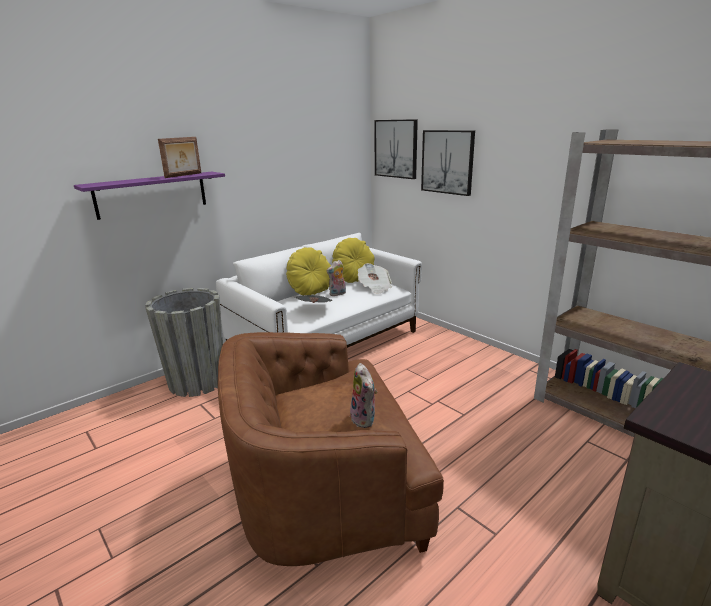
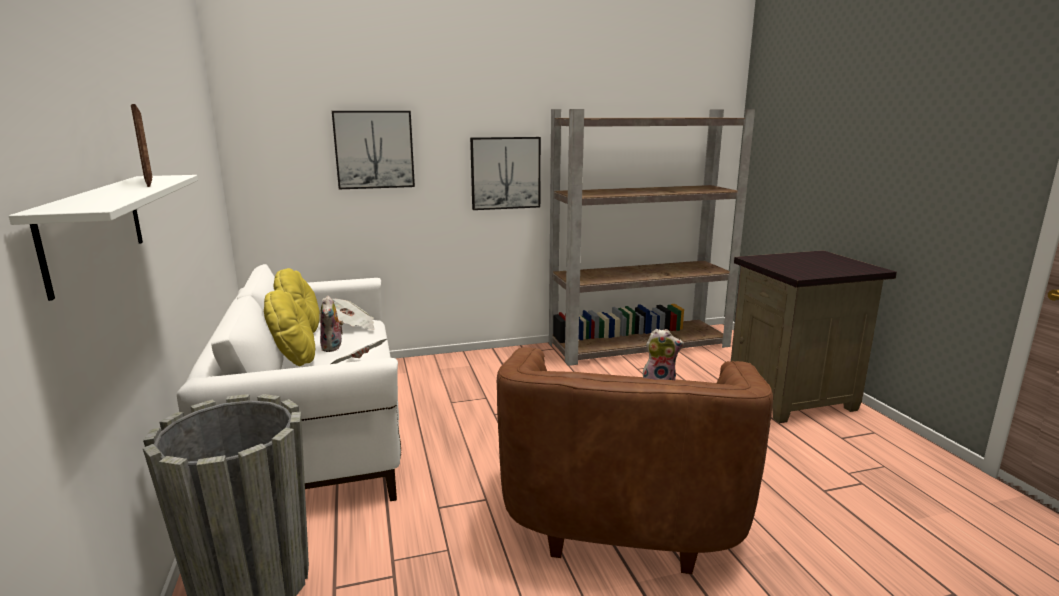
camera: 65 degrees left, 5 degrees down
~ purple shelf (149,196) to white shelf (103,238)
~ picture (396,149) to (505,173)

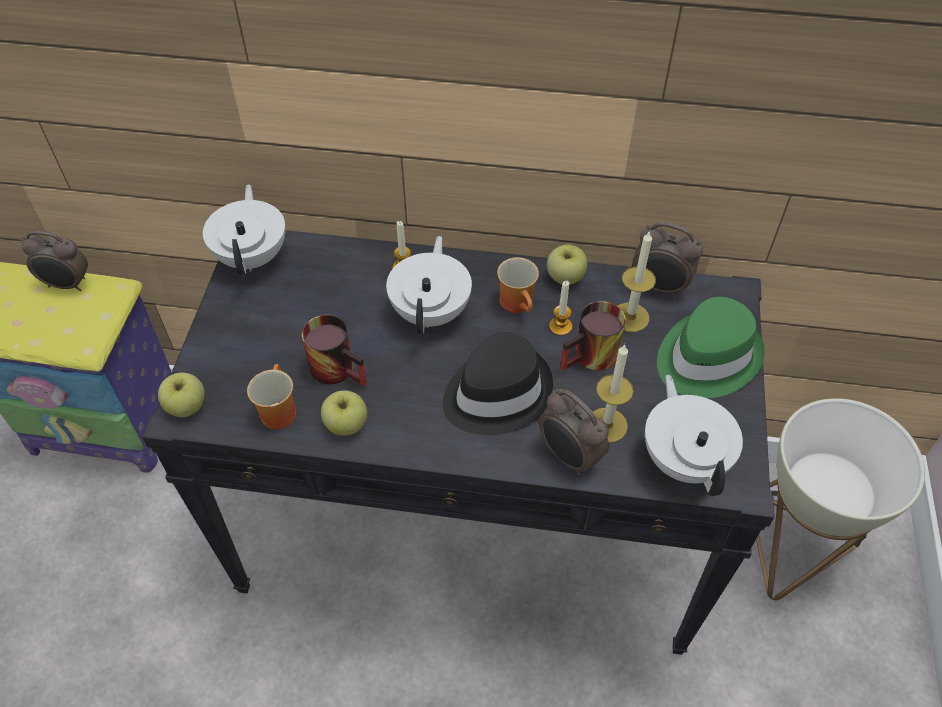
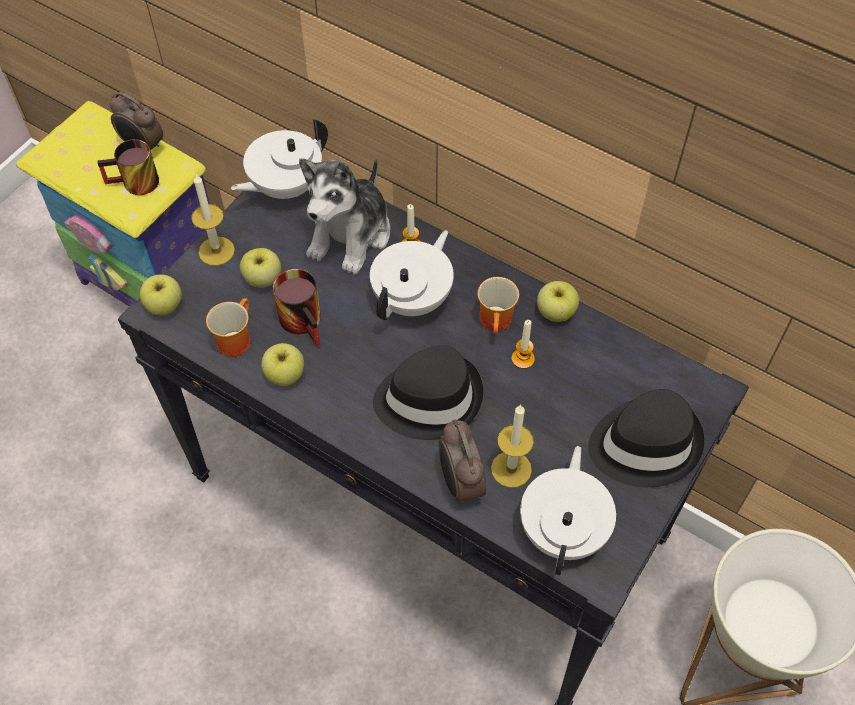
camera: 25 degrees right, 5 degrees up
~ mug (593,336) to (128,167)
~ candle (637,281) to (213,220)
~ white teapot (244,230) = (279,159) 150 degrees counterclockwise
+ apple (260,268)
+ plush toy (344,216)
~ green hat (711,347) to black hat (646,438)
- alarm clock (667,260)

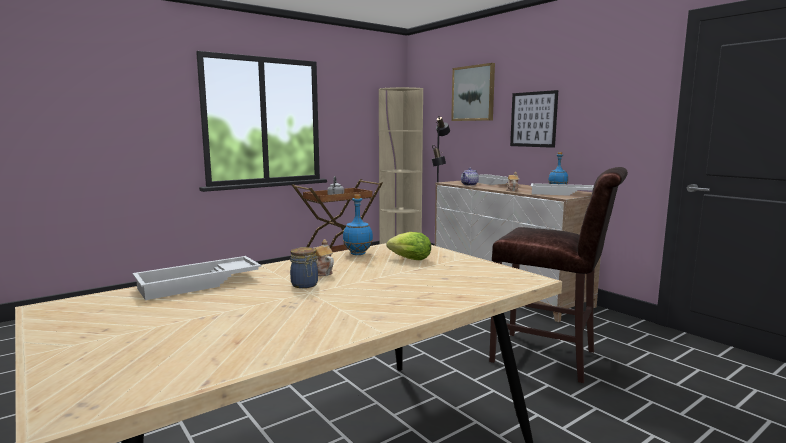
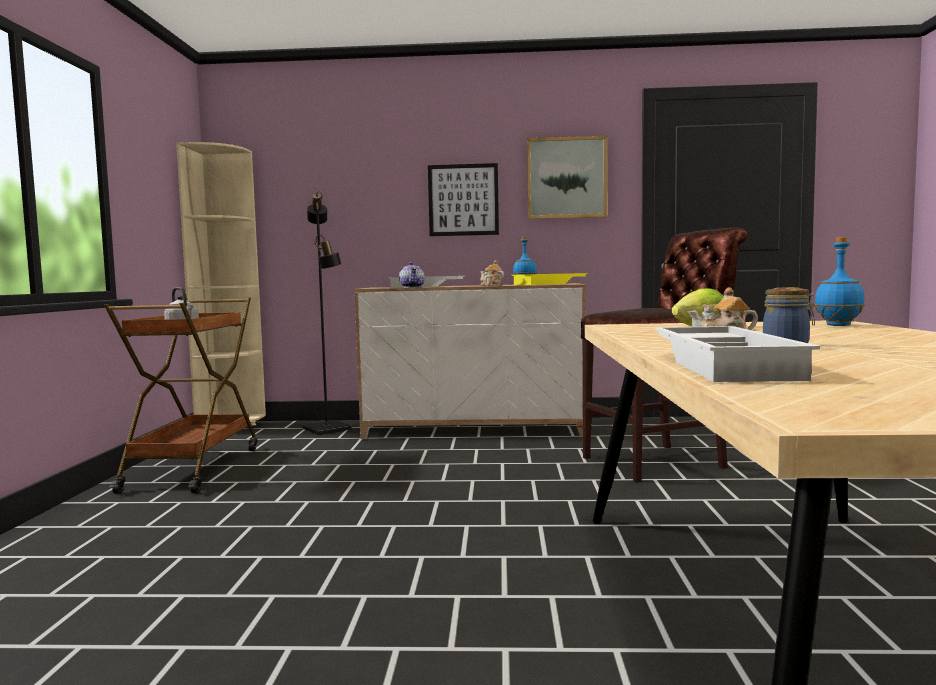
camera: 50 degrees left, 5 degrees down
~ white tray (562,189) to yellow tray (549,279)
~ picture (473,92) to (567,177)
~ blue bottle (358,224) to (840,281)

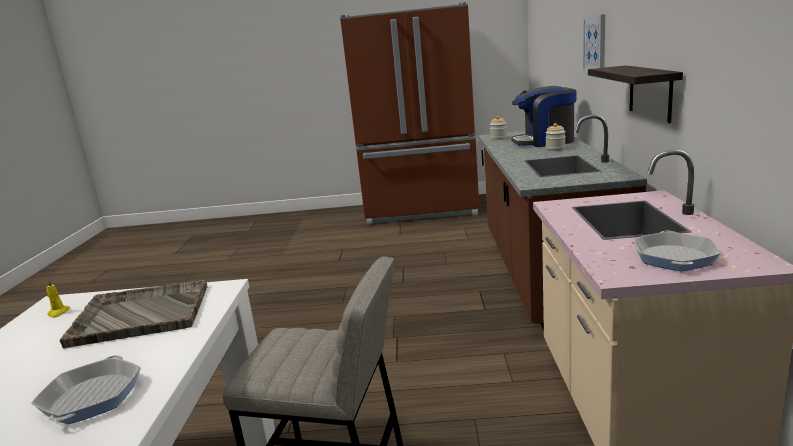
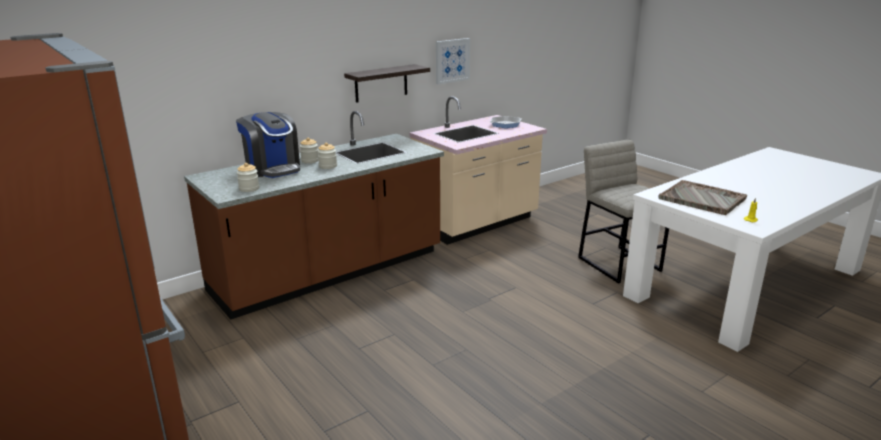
camera: 130 degrees left, 5 degrees up
+ jar (327,156)
~ picture (594,43) to (453,61)
- frying pan (86,389)

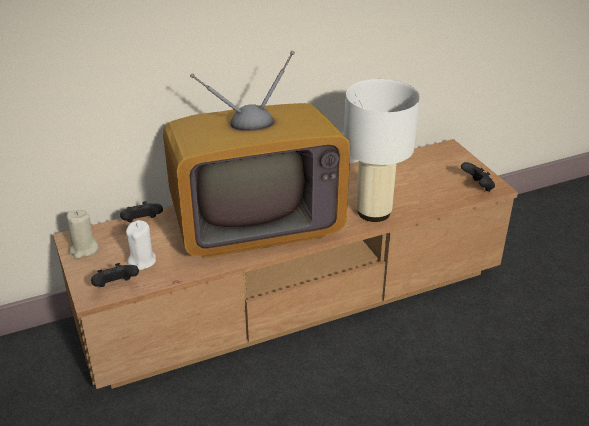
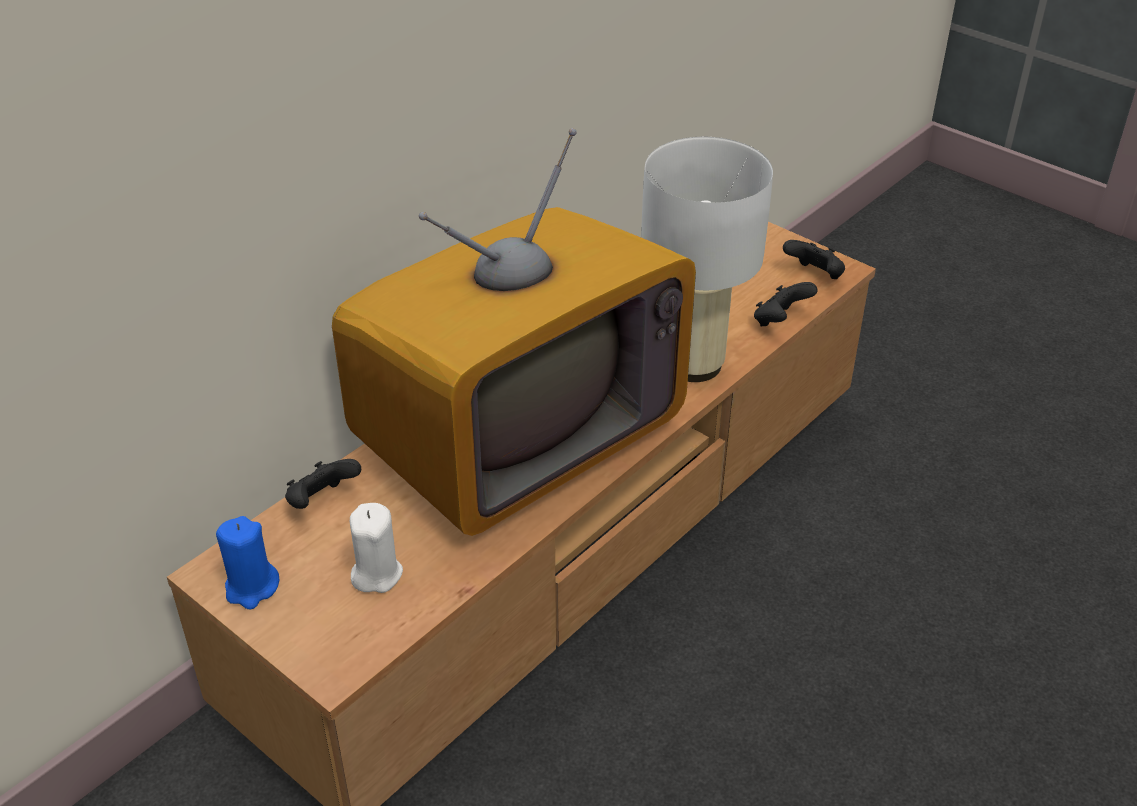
camera: 25 degrees left, 5 degrees up
~ beige candle (83,234) to blue candle (247,563)
~ black game controller (115,275) to (786,304)

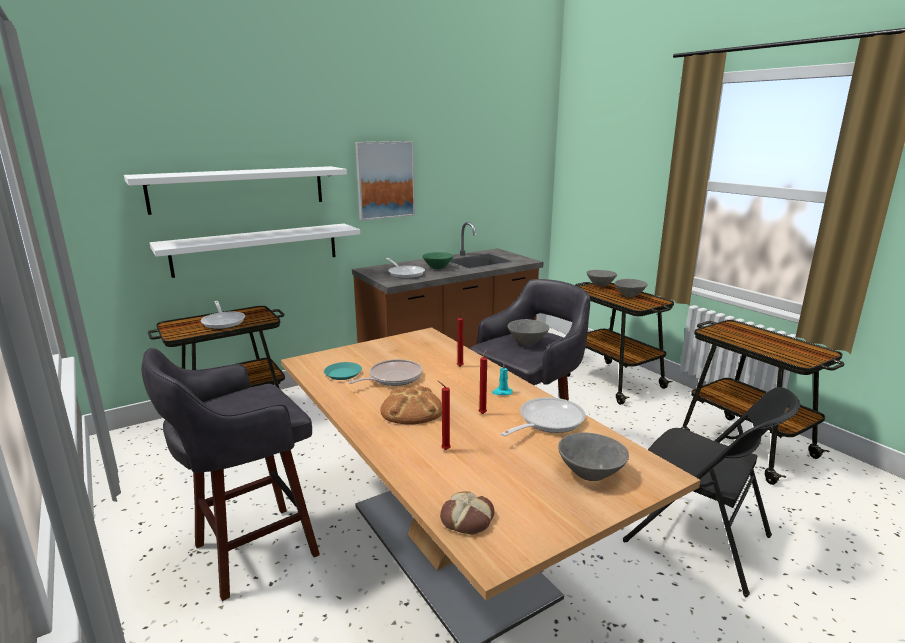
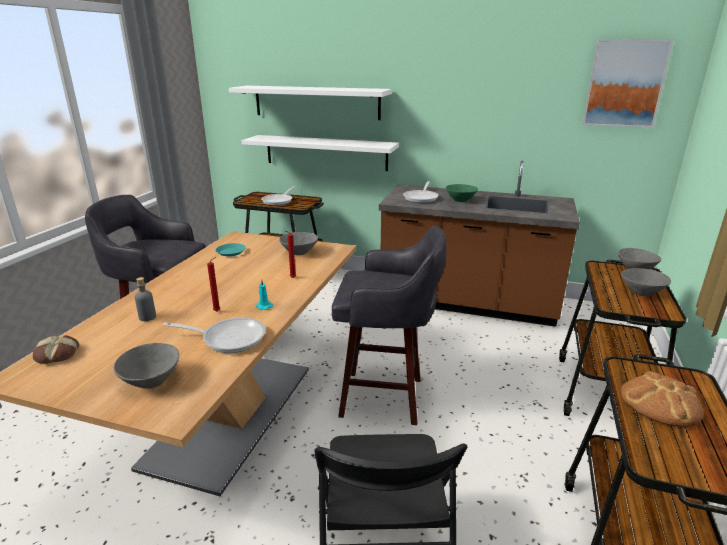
camera: 50 degrees right, 5 degrees up
~ red candle (444,415) to grey bottle (145,299)
~ grey bowl (529,332) to (298,243)
~ picture (385,181) to (628,83)
~ bread (411,405) to (662,399)
- frying pan (385,372)

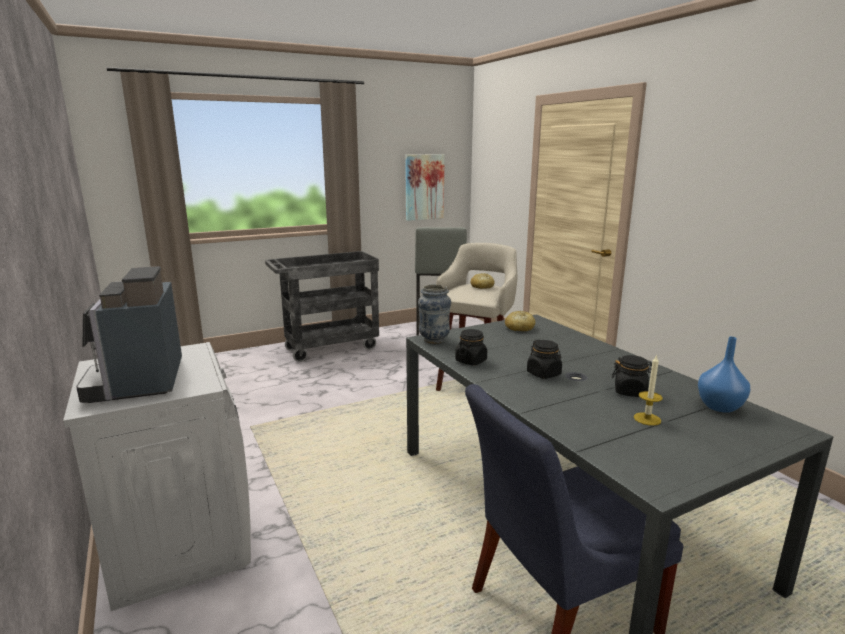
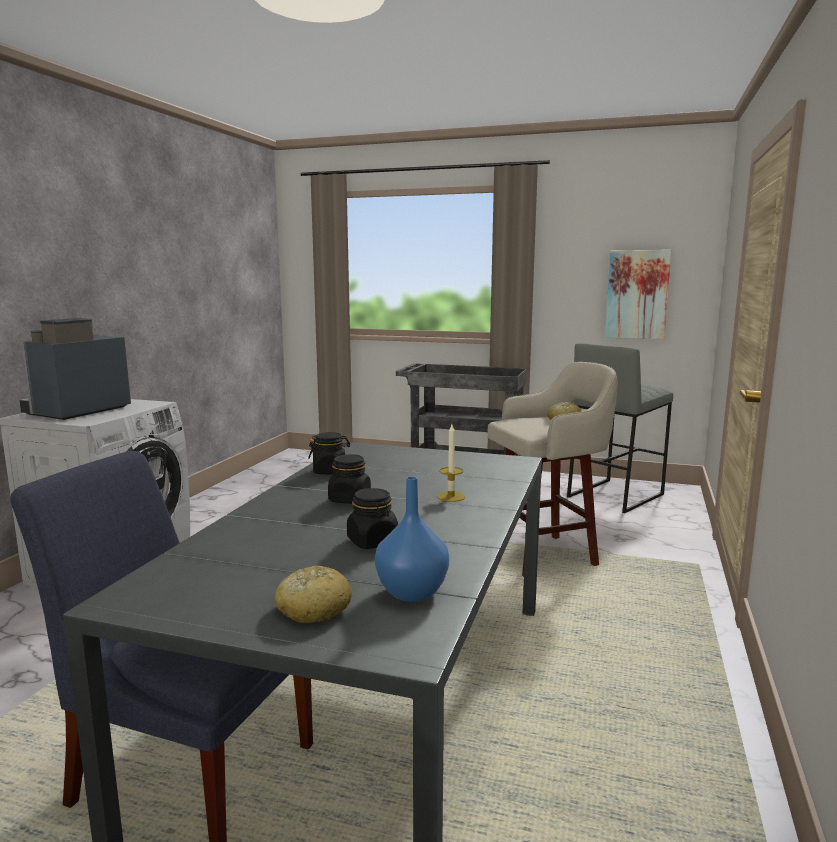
camera: 45 degrees right, 5 degrees down
~ bread (520,321) to (313,594)
~ candle (648,390) to (451,463)
- vase (434,314)

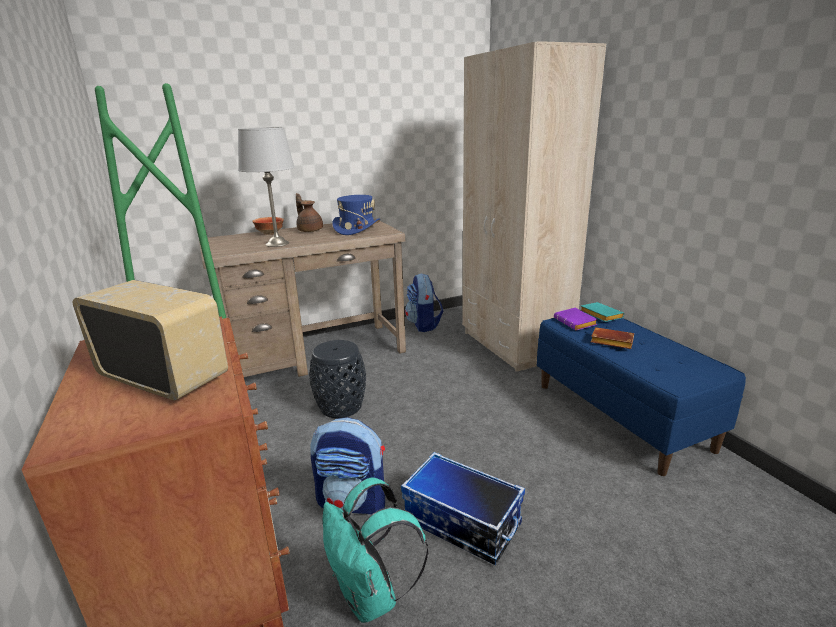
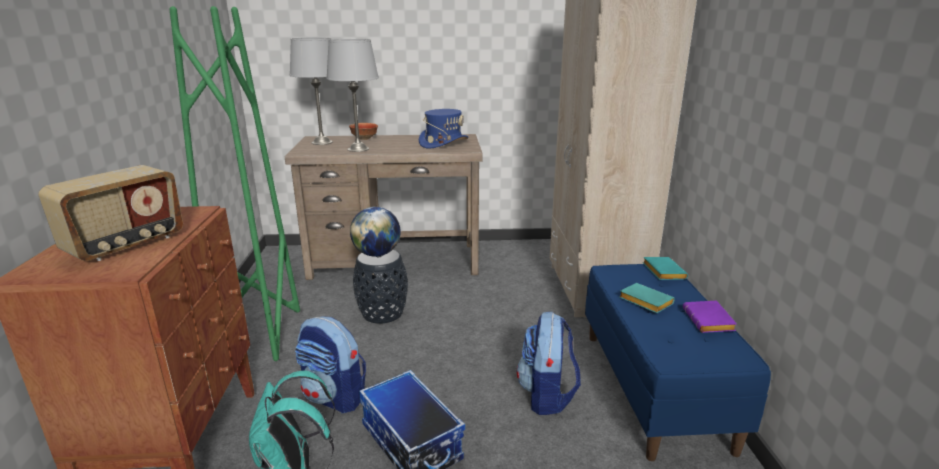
camera: 20 degrees right, 0 degrees up
~ radio (150,340) = (110,213) 75 degrees clockwise
+ grey table lamp (311,91)
+ globe (375,232)
~ backpack (424,302) to (549,363)
~ brown book (612,338) to turquoise book (647,298)
~ purple book (576,319) to (710,317)
- brown teapot (309,212)

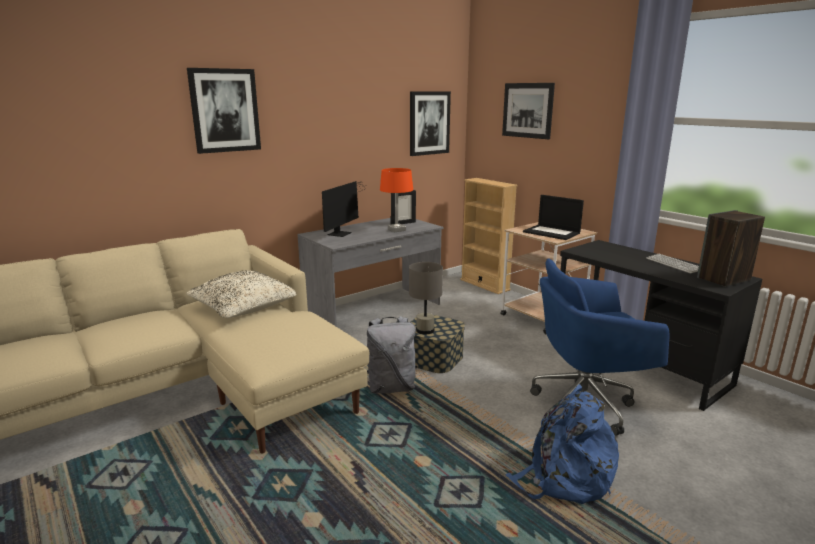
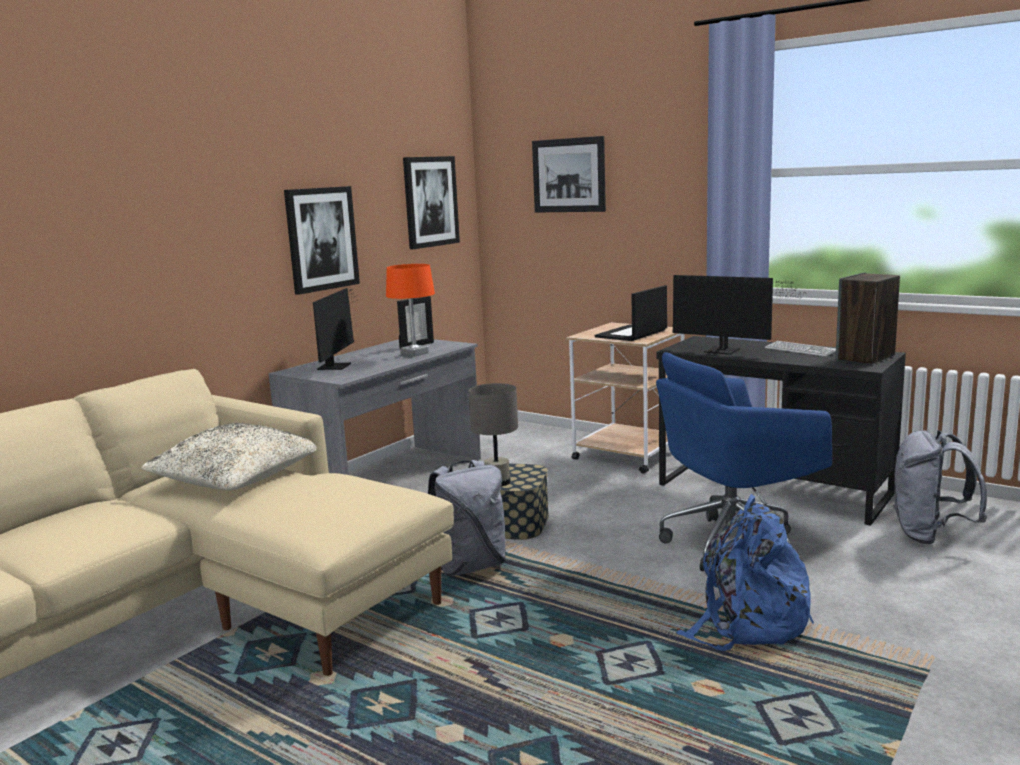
camera: 15 degrees left, 5 degrees down
~ picture (224,111) to (322,240)
~ laptop (553,217) = (631,313) 105 degrees clockwise
+ monitor (740,315)
+ grey backpack (940,487)
- beige bookcase (488,236)

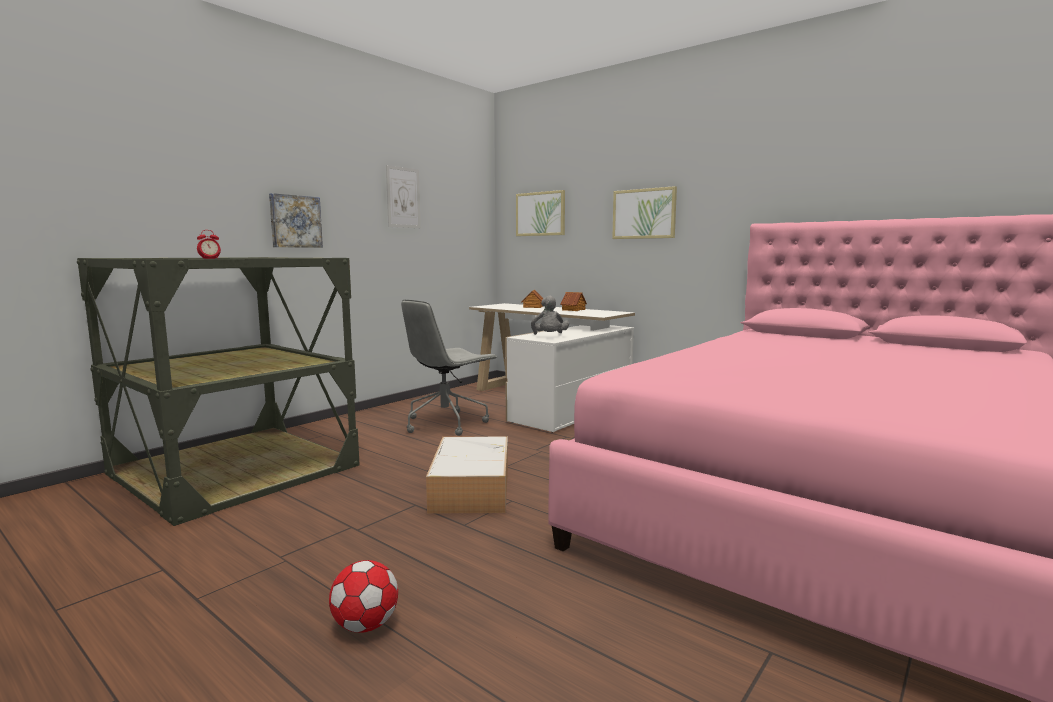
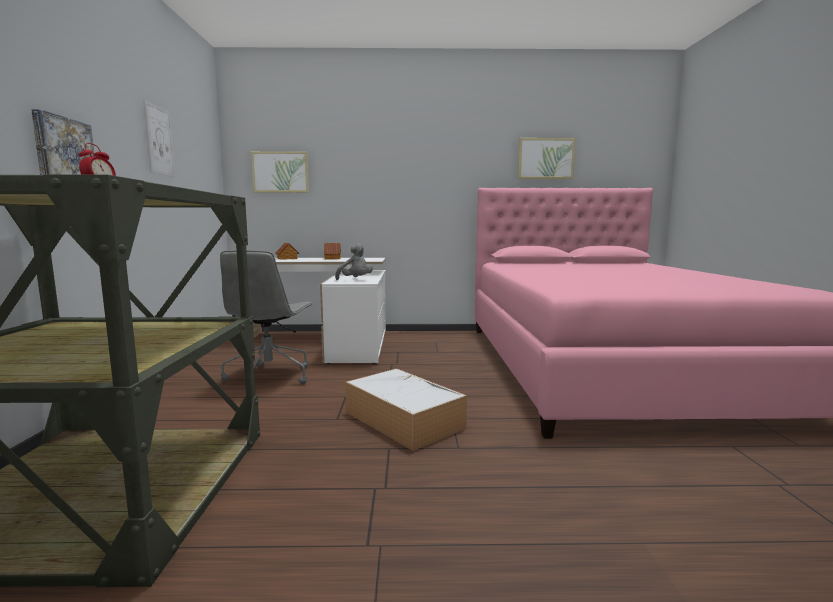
camera: 40 degrees left, 0 degrees up
~ picture (644,212) to (546,158)
- football (363,596)

